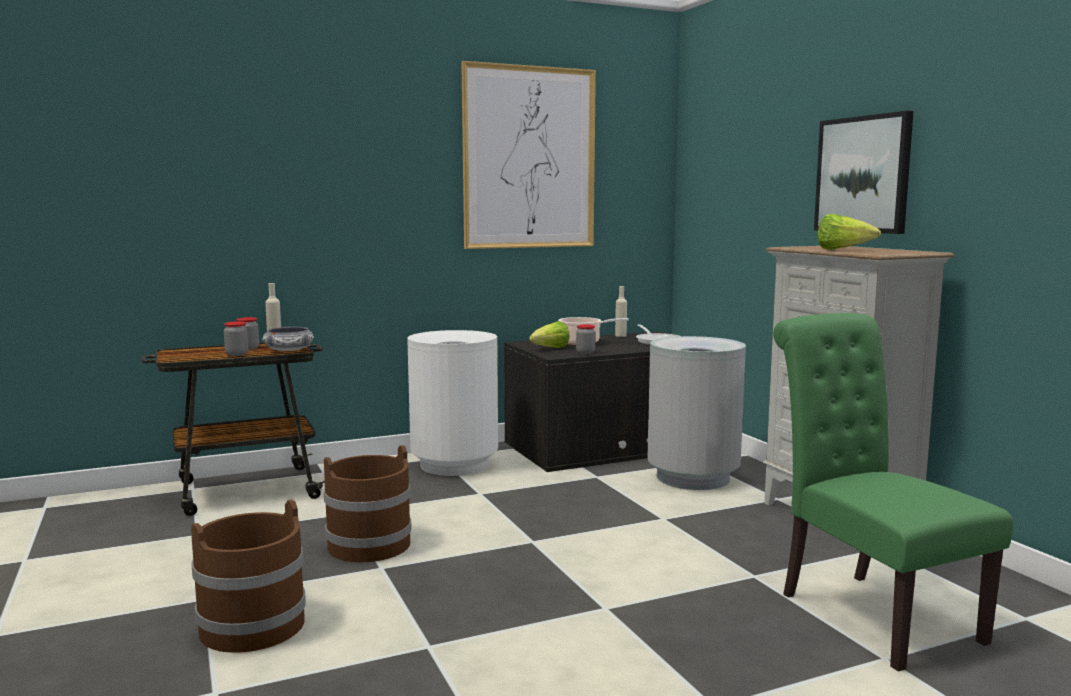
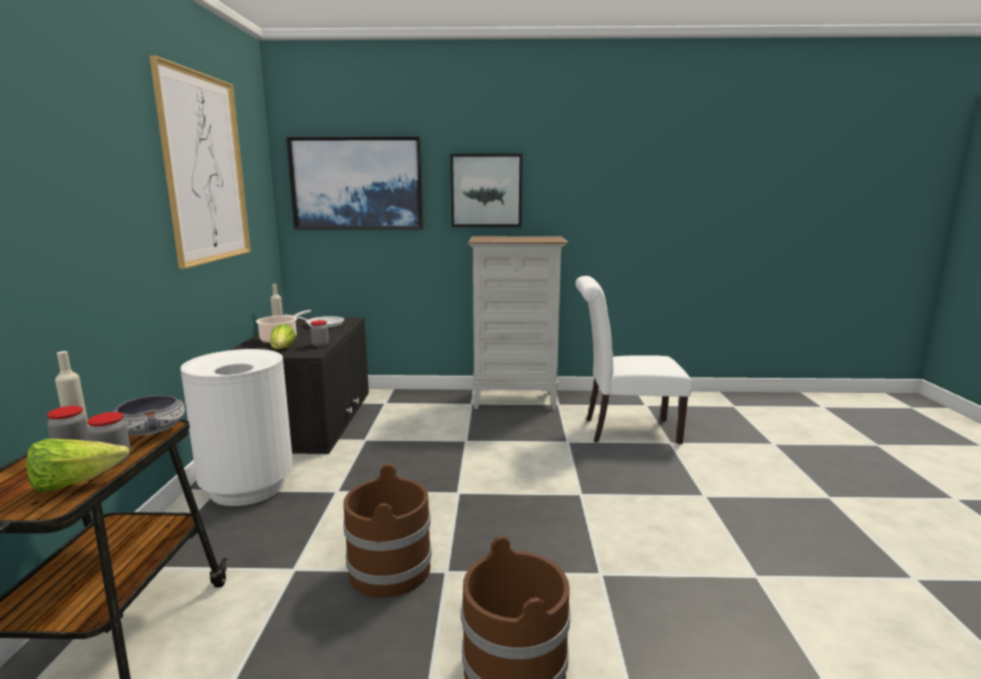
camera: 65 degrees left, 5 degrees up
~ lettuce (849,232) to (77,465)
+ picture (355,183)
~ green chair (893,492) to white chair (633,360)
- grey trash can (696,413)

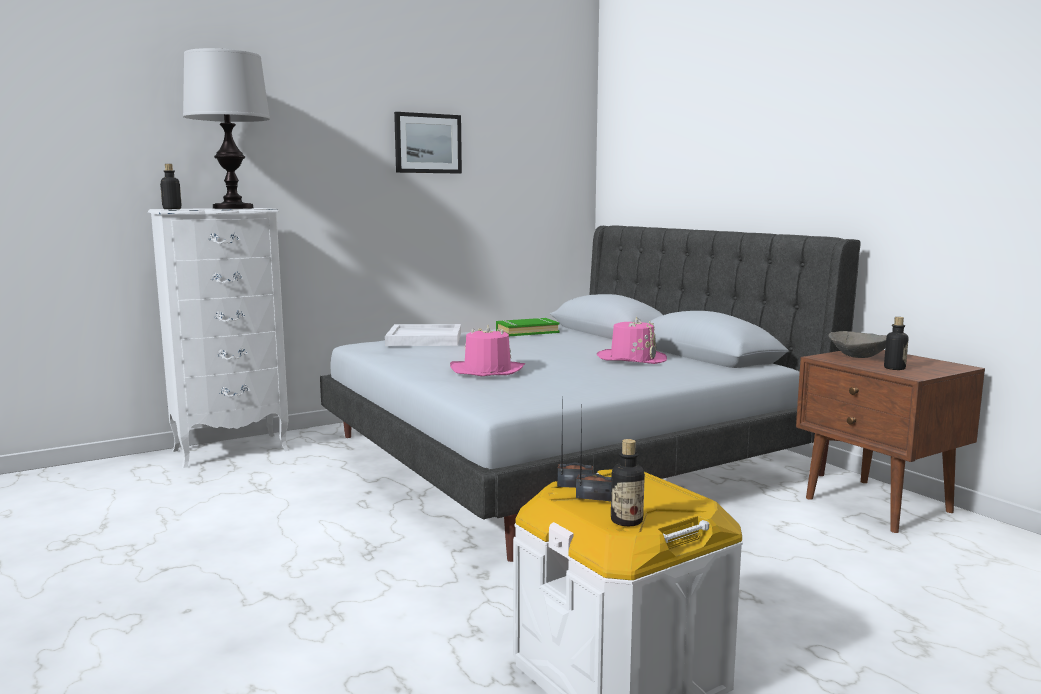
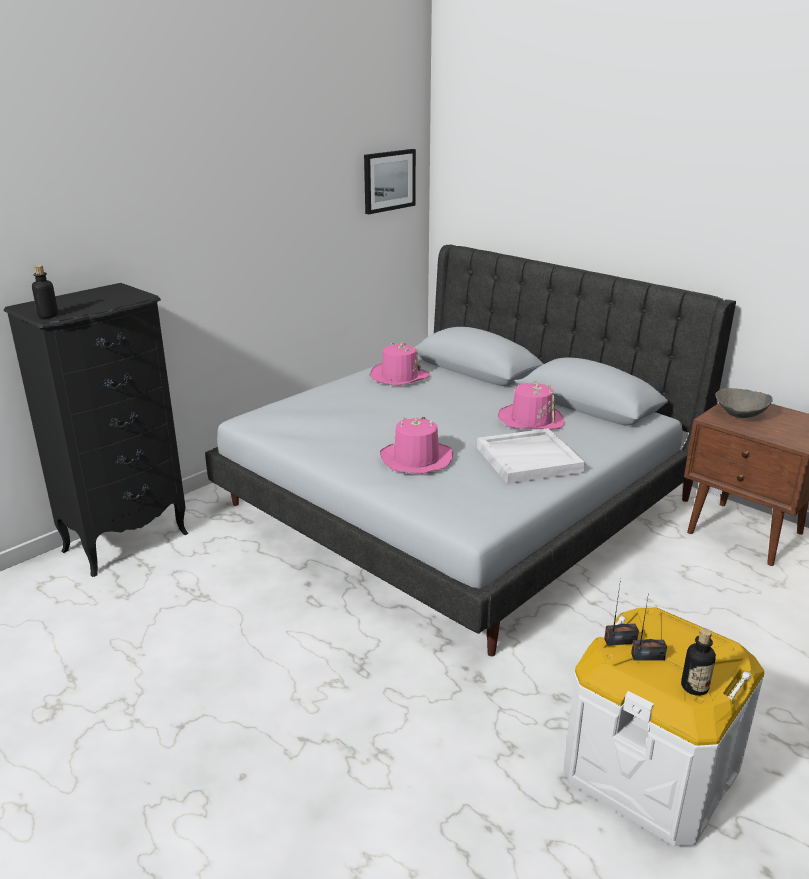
camera: 15 degrees left, 15 degrees up
~ white dresser (219,338) to black dresser (96,430)
~ picture (428,143) to (390,181)
~ green book (528,327) to pink hat (400,364)
~ white tray (423,335) to (531,456)
- table lamp (226,128)
- bottle (896,343)

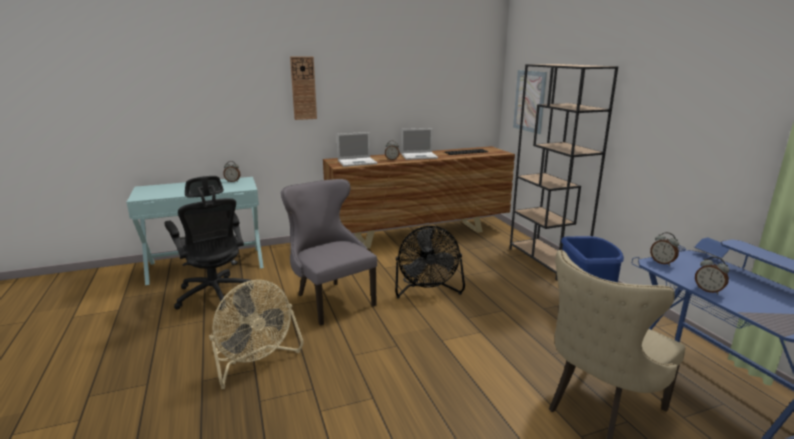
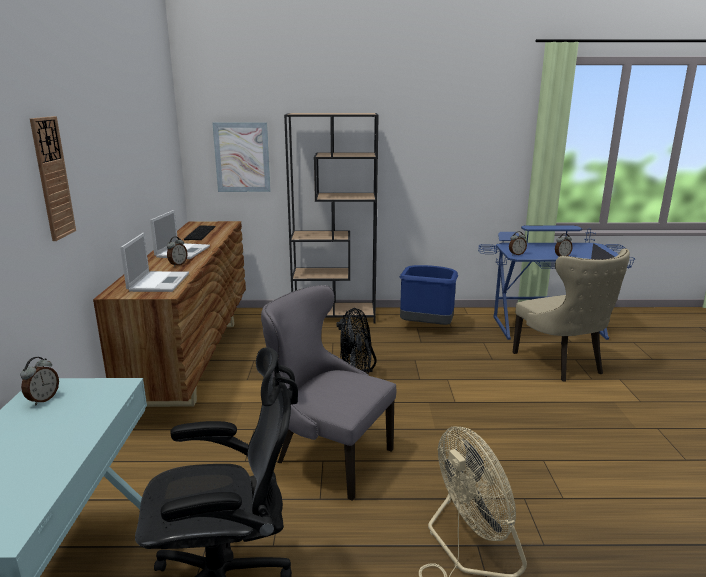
camera: 70 degrees left, 0 degrees up
~ grey chair (329,252) = (328,393) 45 degrees clockwise

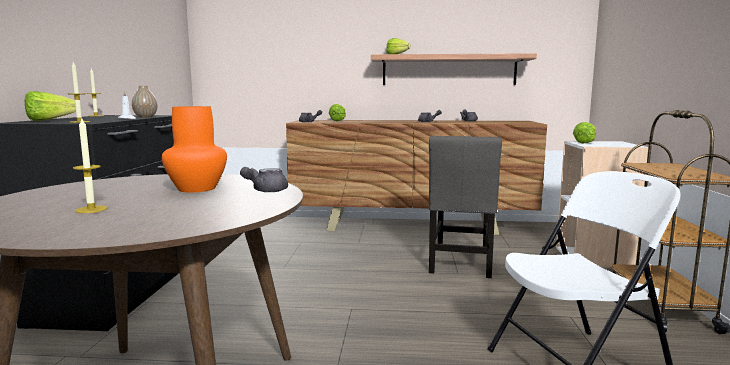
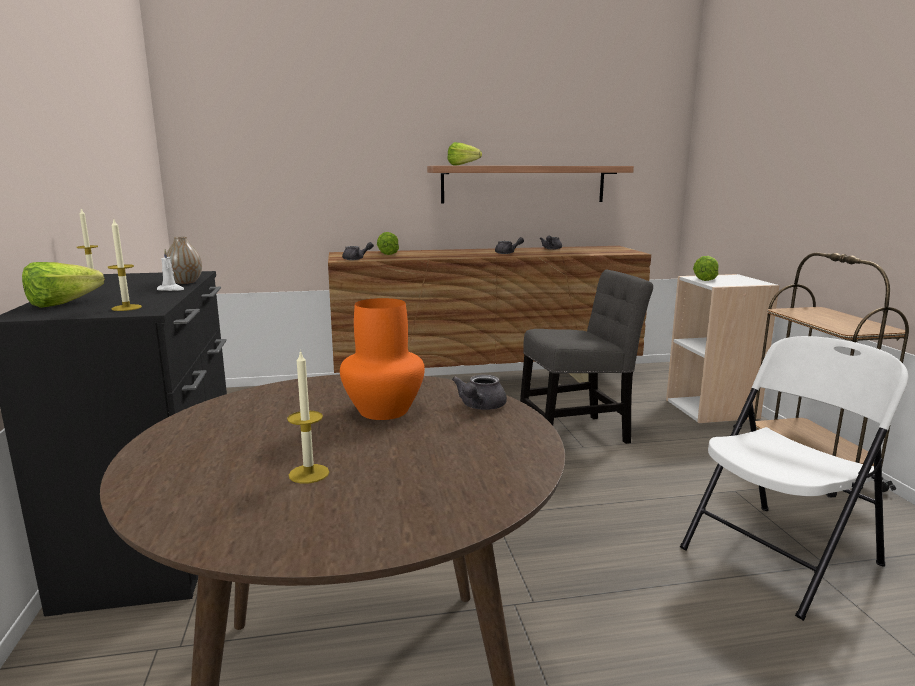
camera: 15 degrees left, 5 degrees up
~ grey chair (465,207) = (586,356) 105 degrees counterclockwise

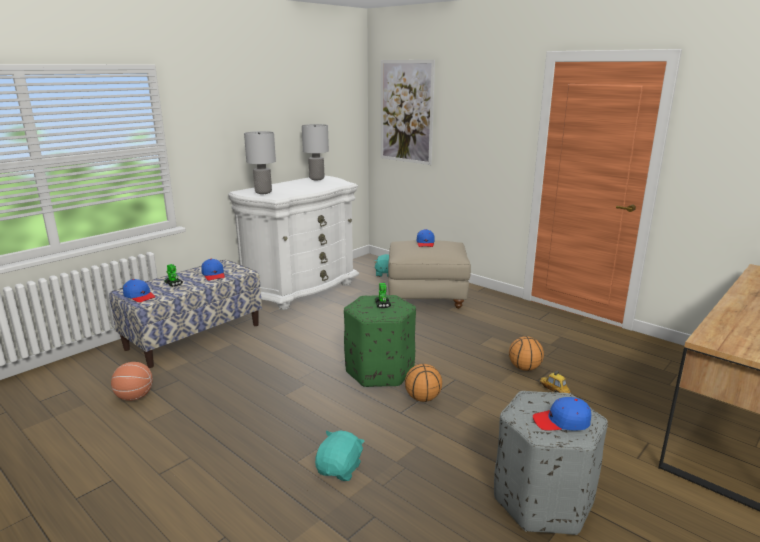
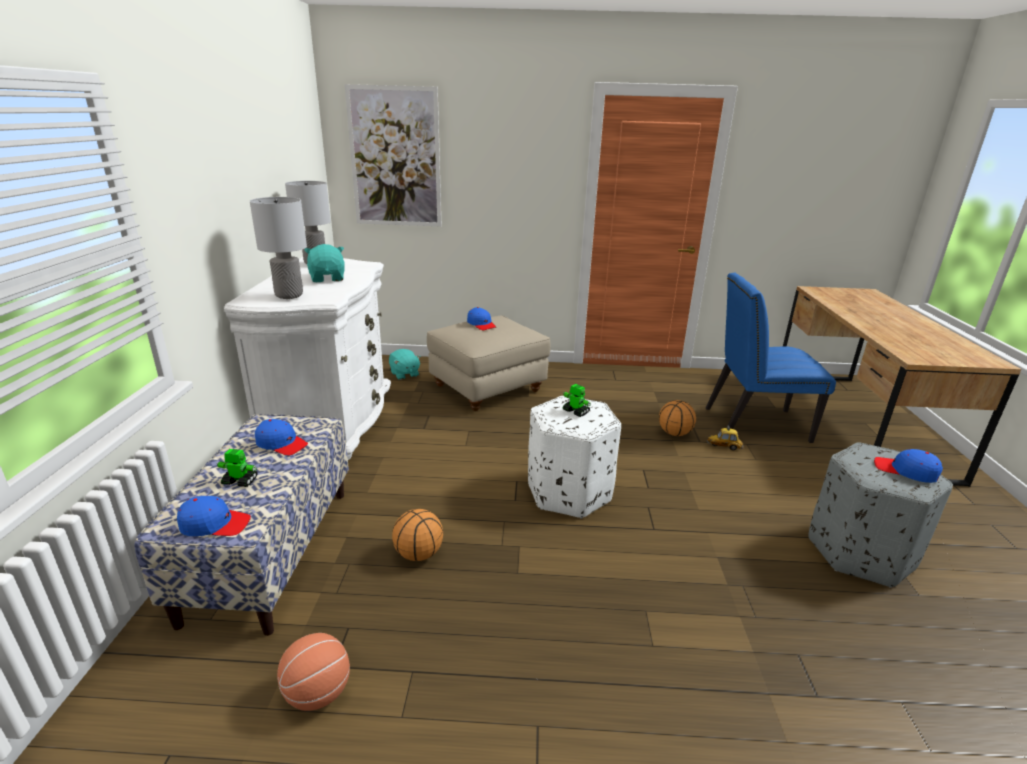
camera: 40 degrees left, 5 degrees up
~ turquoise plush toy (339,455) to (324,263)
~ basketball (423,383) to (417,535)
~ green ottoman (380,341) to white ottoman (574,457)
+ blue chair (771,358)
~ blue cap (562,414) = (908,466) 75 degrees clockwise

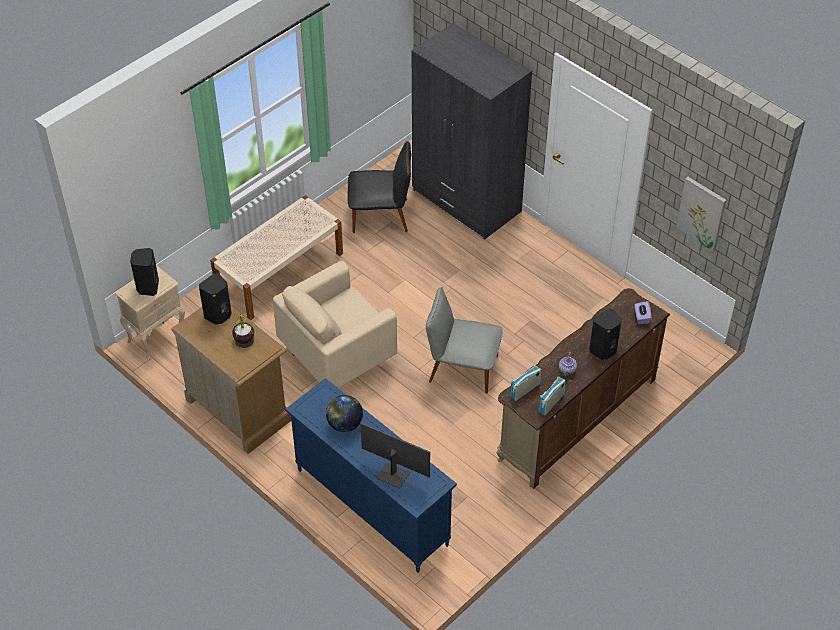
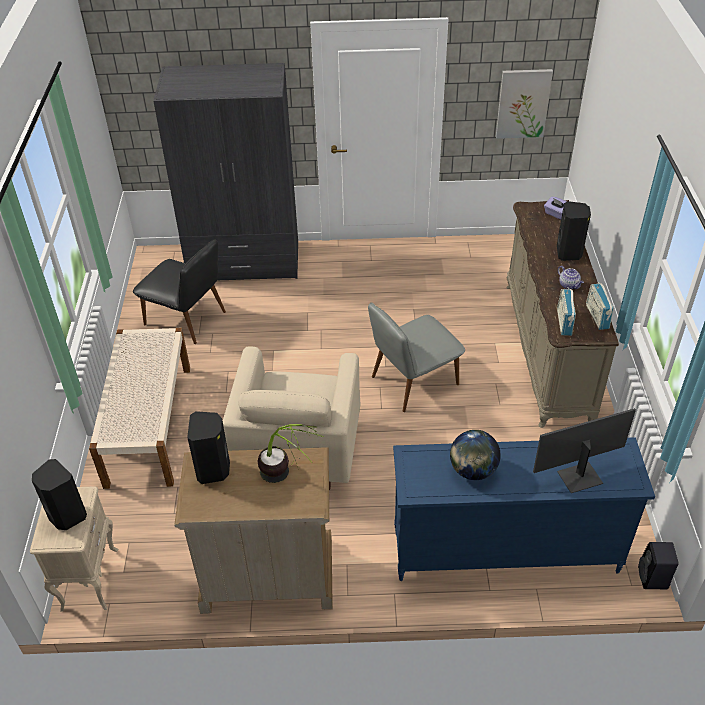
camera: 45 degrees left, 5 degrees down
~ black chair (379,187) = (179,291) 75 degrees clockwise
+ black speaker (658,565)

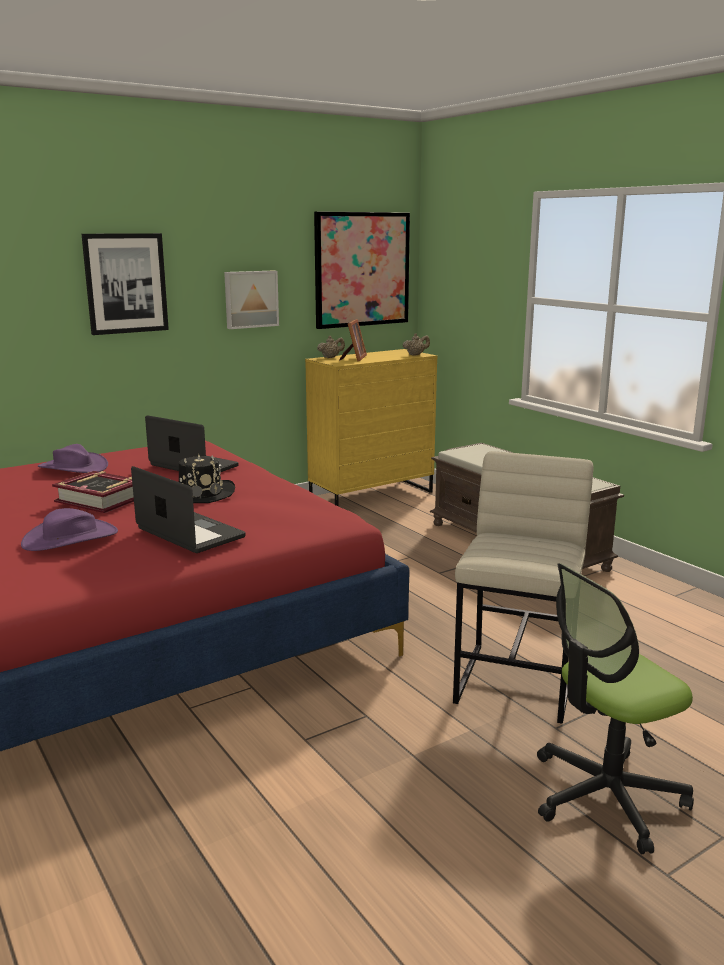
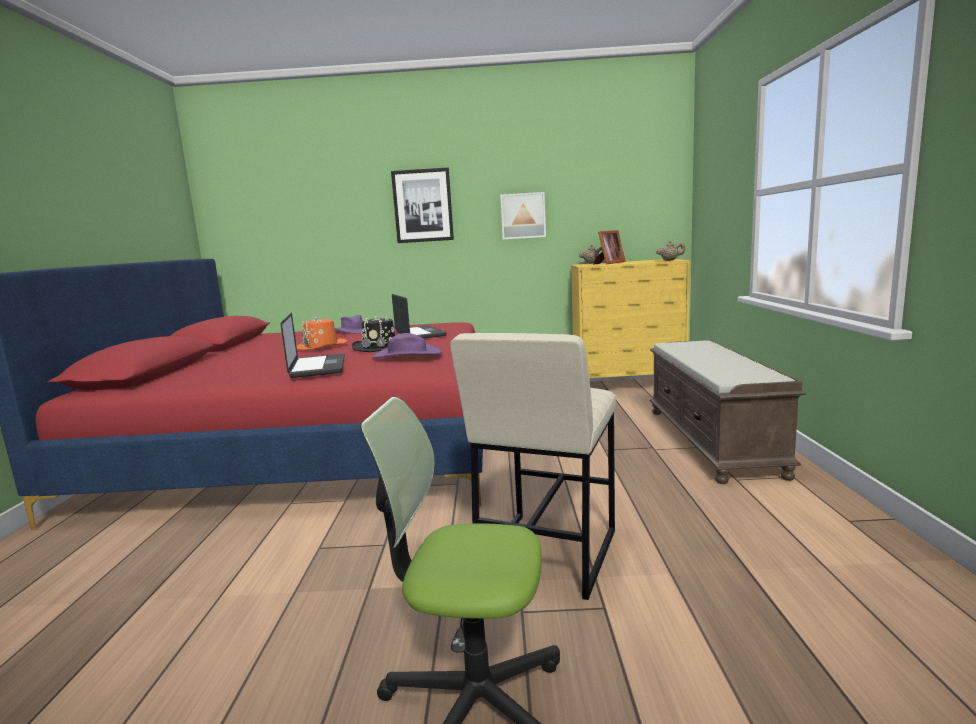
camera: 35 degrees right, 5 degrees down
~ book (93,492) to orange hat (322,333)
~ purple hat (69,529) to (407,345)
~ beige chair (523,587) = (533,466) 150 degrees clockwise
- picture (362,270)

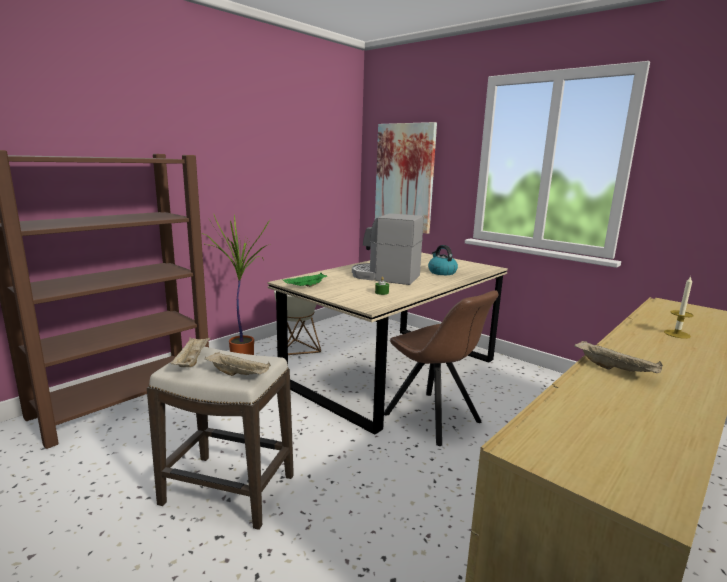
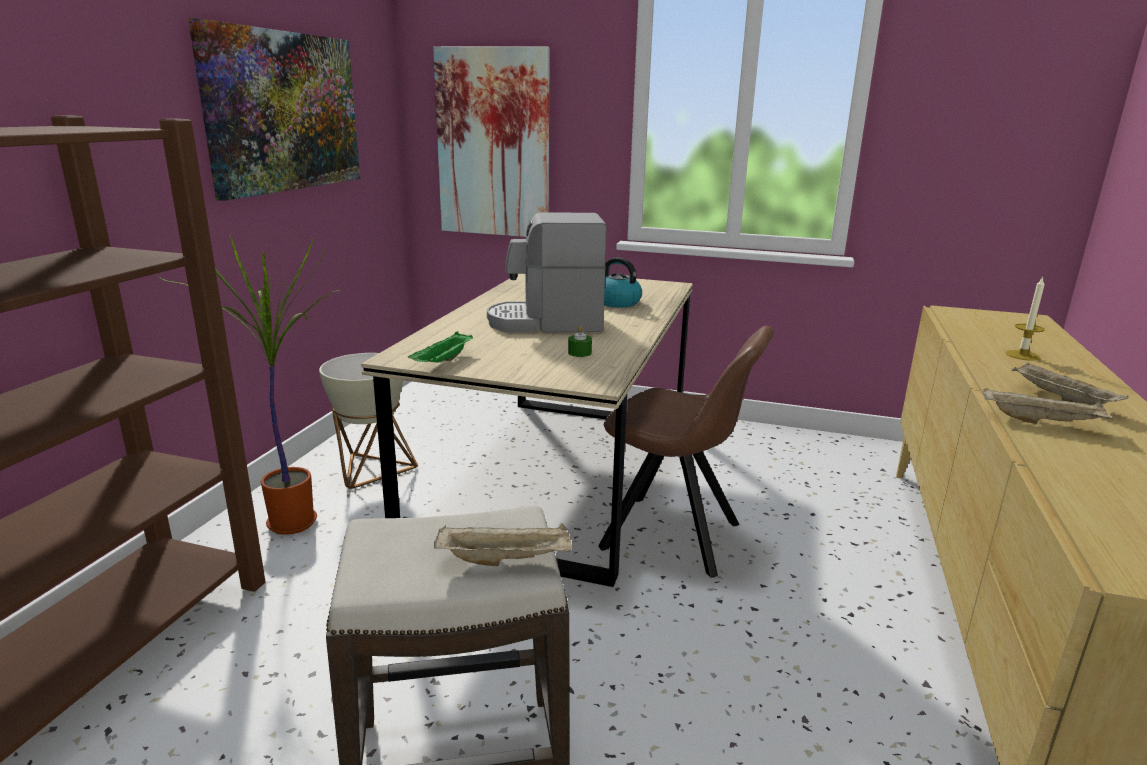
camera: 25 degrees left, 5 degrees up
+ picture (274,109)
~ beige tray (190,352) to (1070,383)

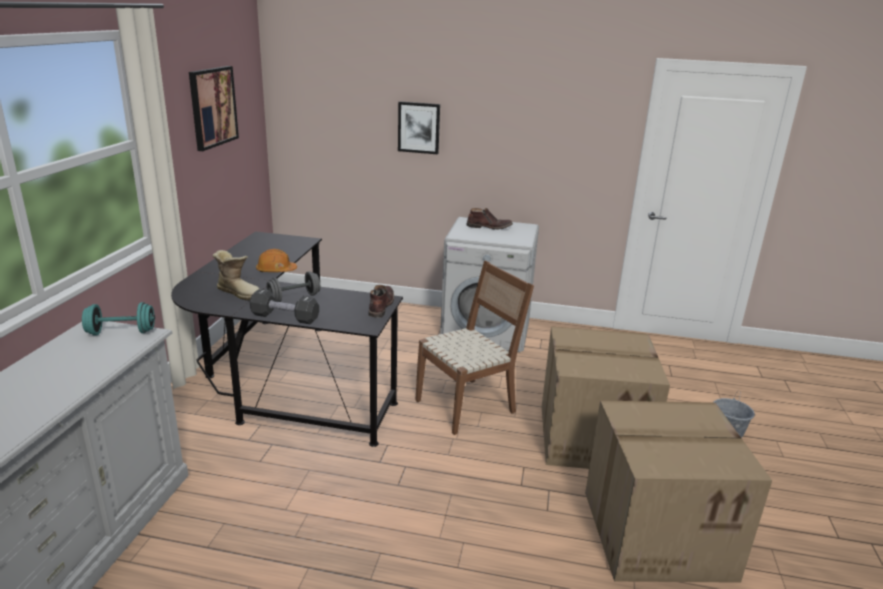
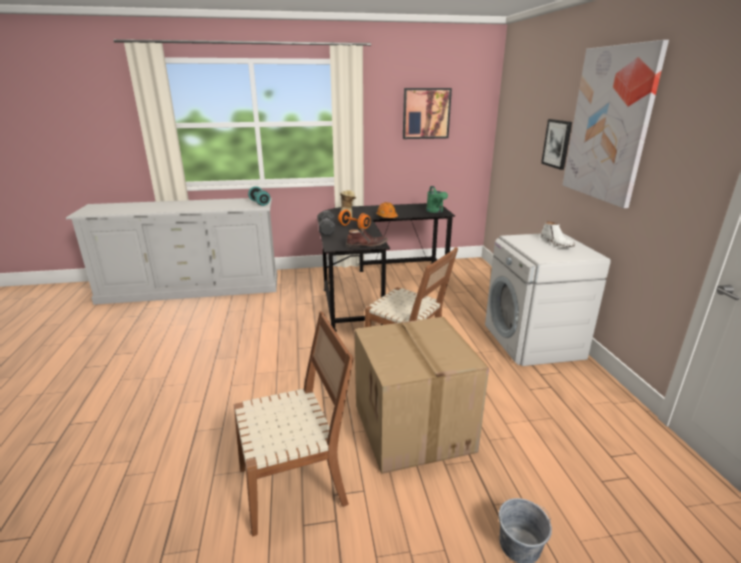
camera: 70 degrees right, 0 degrees up
~ cardboard box (678,491) to chair (294,424)
~ grey dumbbell (293,286) to orange dumbbell (354,219)
+ green watering can (437,199)
~ brown boot (490,219) to white boot (557,234)
+ picture (616,124)

